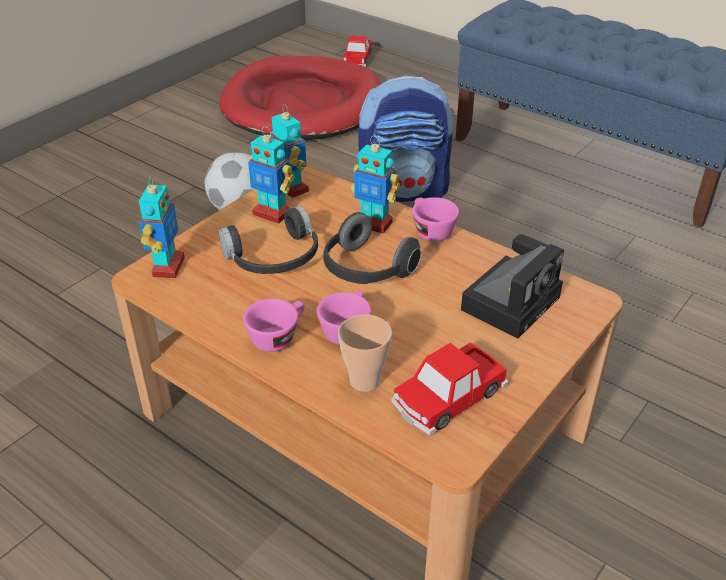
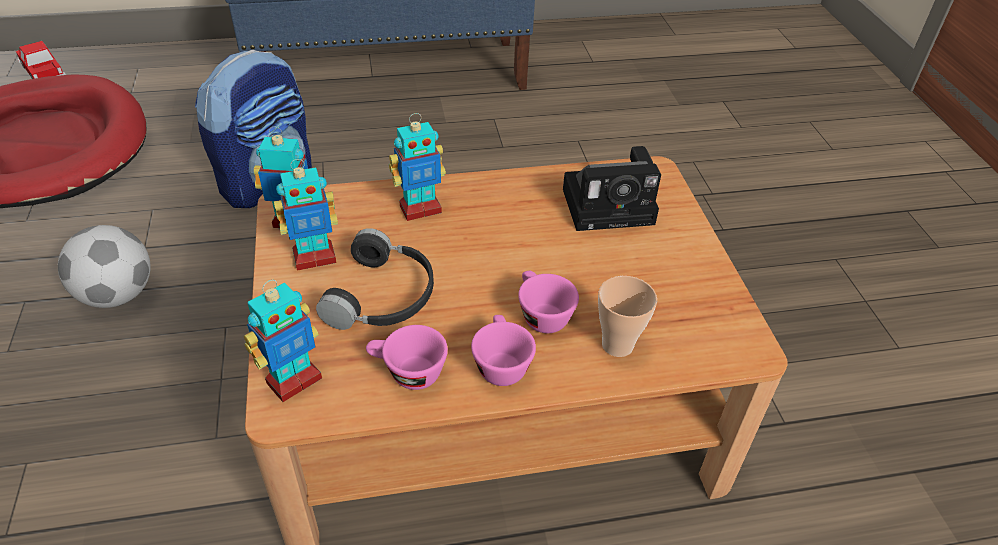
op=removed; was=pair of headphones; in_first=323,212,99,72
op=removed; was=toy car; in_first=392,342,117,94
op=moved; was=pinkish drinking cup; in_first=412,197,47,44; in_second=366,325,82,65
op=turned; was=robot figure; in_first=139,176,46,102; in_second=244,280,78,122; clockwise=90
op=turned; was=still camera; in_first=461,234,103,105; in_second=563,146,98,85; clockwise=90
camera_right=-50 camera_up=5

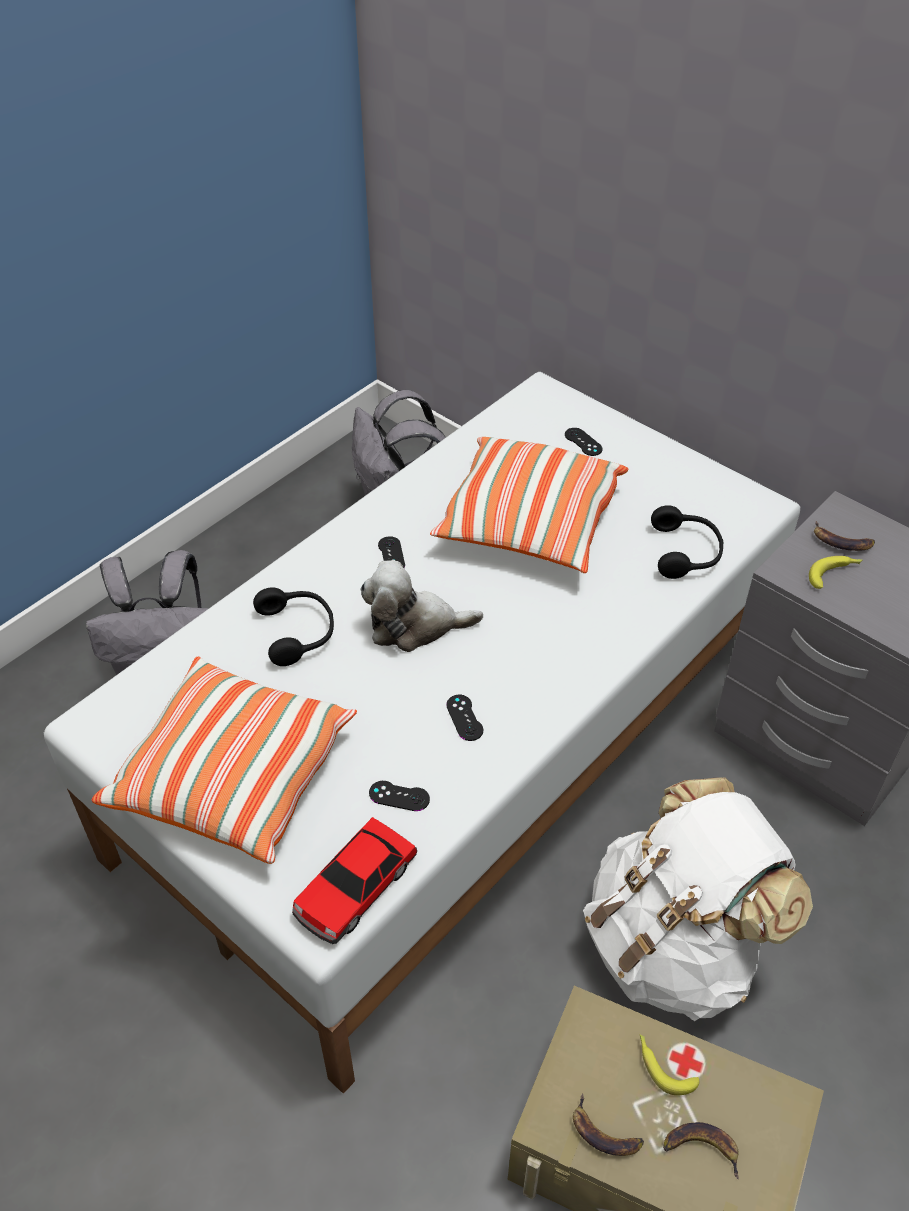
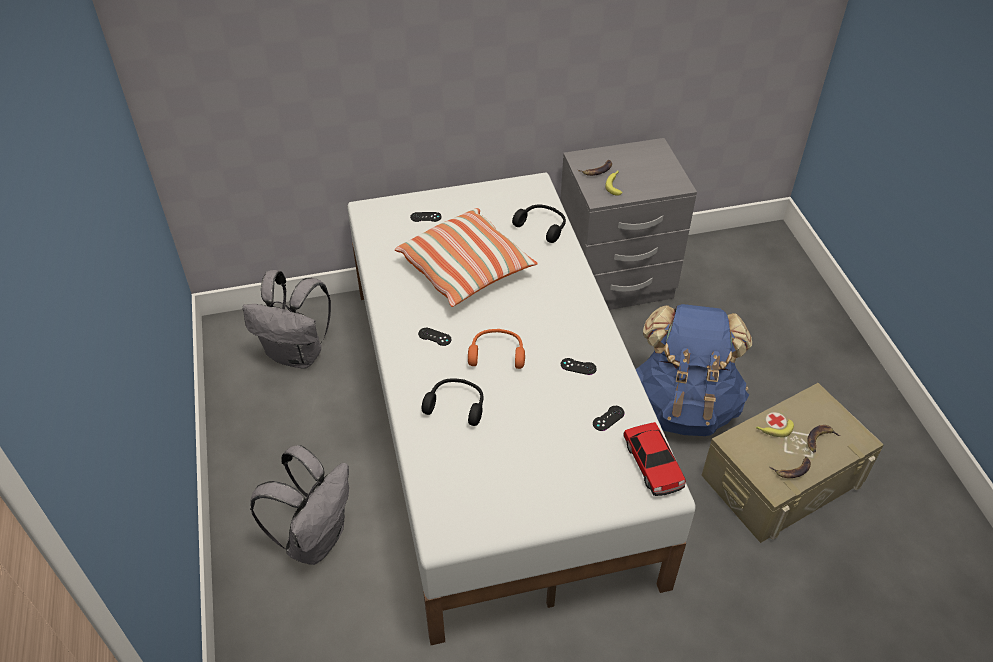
op=removed; was=cushion; in_first=91,657,266,207
op=replaced; was=plush toy; now=orange pair of headphones; in_first=361,560,122,92; in_second=468,329,57,40
op=recoloured; was=white-coloured knapsack; now=blue knapsack; in_first=583,778,230,243; in_second=636,304,116,132
camera_right=-55 camera_up=0

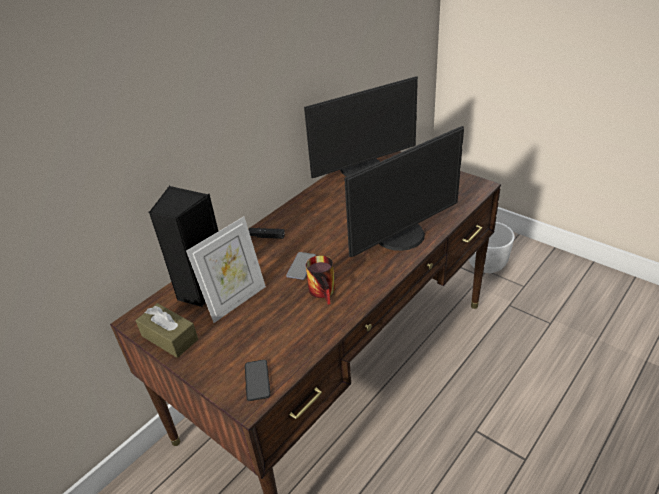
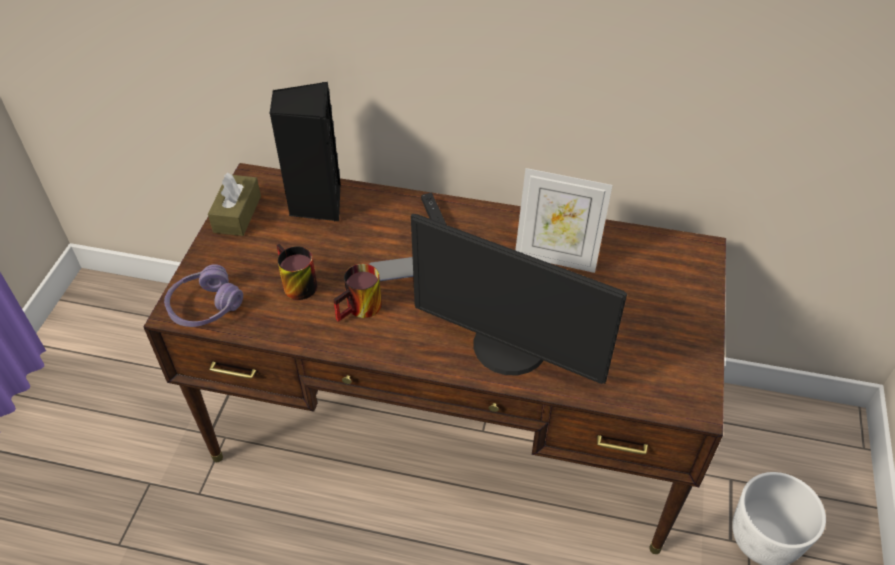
op=removed; was=computer screen; in_first=304,76,114,102
op=added; now=tea mug; in_second=277,244,40,56
op=moved; was=photo frame; in_first=186,217,80,106; in_second=515,168,98,105
op=replaced; was=handset; now=purplish pair of headphones; in_first=245,360,25,41; in_second=164,264,79,63
camera_right=60 camera_up=10

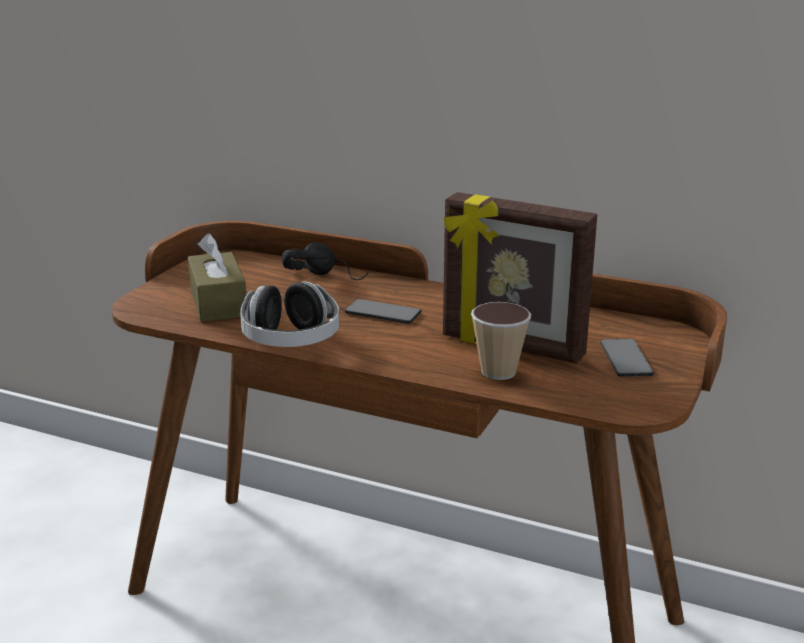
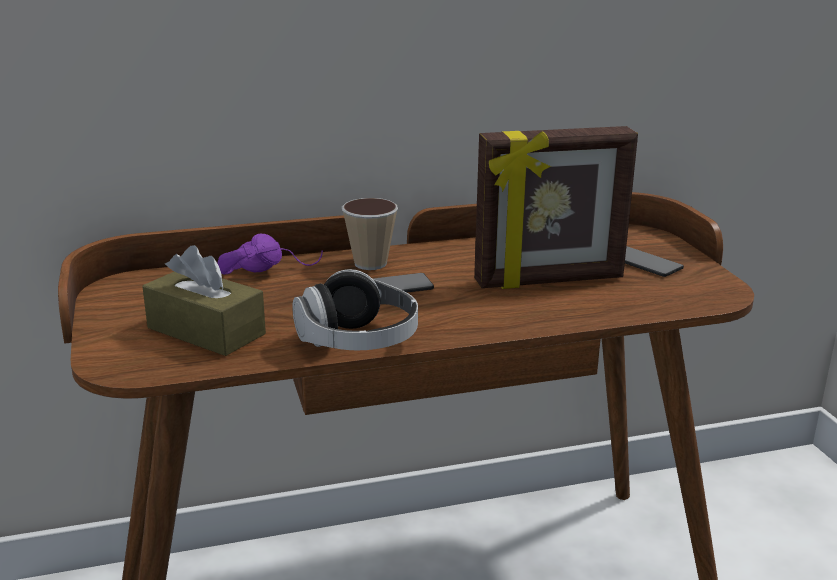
op=moved; was=drinking cup; in_first=471,302,60,78; in_second=342,198,56,72
op=recoloured; was=blackish pair of headphones; now=purplish pair of headphones; in_first=282,242,88,38; in_second=218,233,105,42
camera_right=-40 camera_up=0

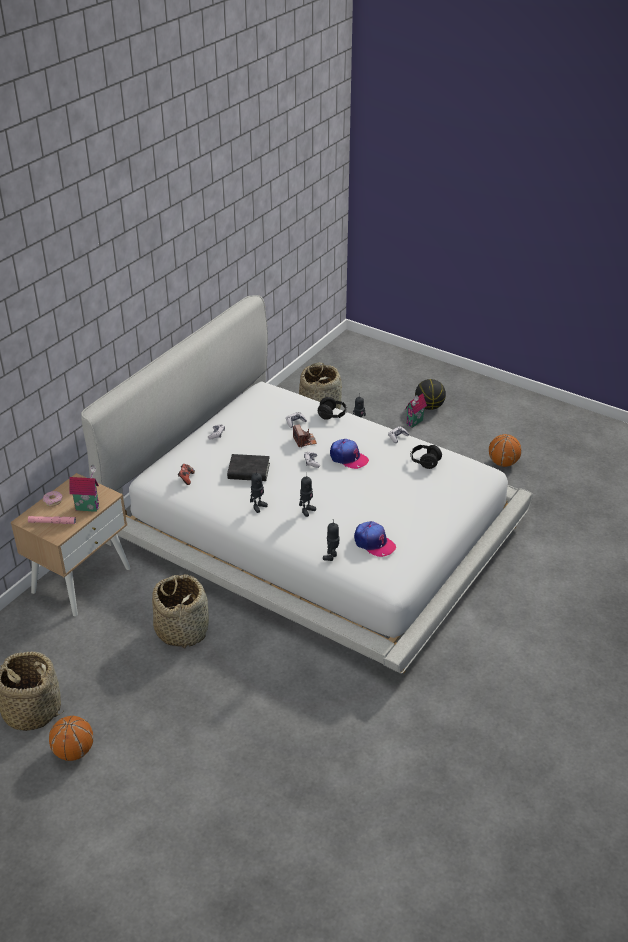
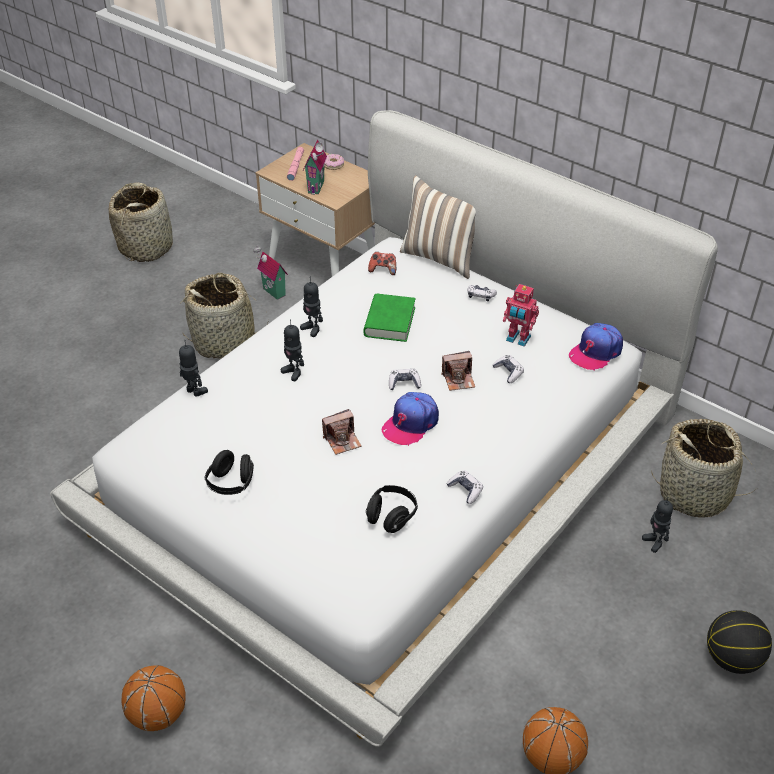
op=added; now=still camera; in_second=322,409,39,46
op=added; now=cushion; in_second=400,176,76,103
op=added; now=robot figure; in_second=503,284,36,63
op=moved; was=basketball ball; in_first=49,716,44,45; in_second=121,665,65,66
op=moved; was=blackish pair of headphones; in_first=318,397,29,23; in_second=205,450,49,45
op=moved; was=peaked cap; in_first=354,521,42,36; in_second=569,323,54,47
op=moved; was=miniature house; in_first=405,393,22,35; in_second=253,247,35,53
op=recoloured; was=blackish bound book; now=greenish bound book; in_first=227,454,43,27; in_second=364,294,52,48
camera_right=95 camera_up=5

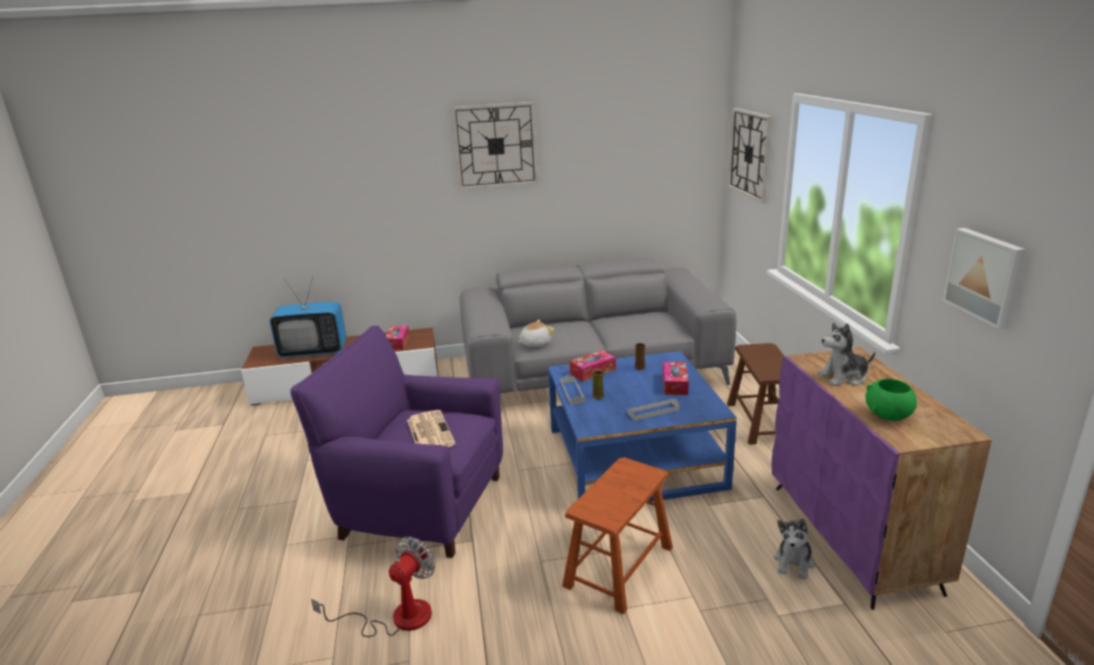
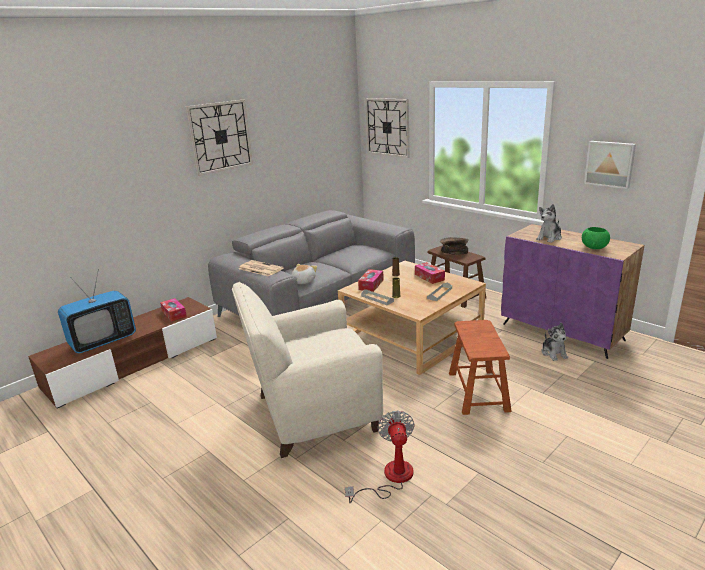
op=added; now=brown-coloured deep dish; in_second=439,237,30,18
op=moved; was=printed paper; in_first=407,410,49,37; in_second=239,260,45,16
op=recoloured; was=purplish lounge chair; now=beige lounge chair; in_first=290,325,213,233; in_second=232,282,151,176
op=recoloured; was=blue lounge table; now=beige lounge table; in_first=548,351,189,151; in_second=338,261,148,114
camera_right=-35 camera_up=0

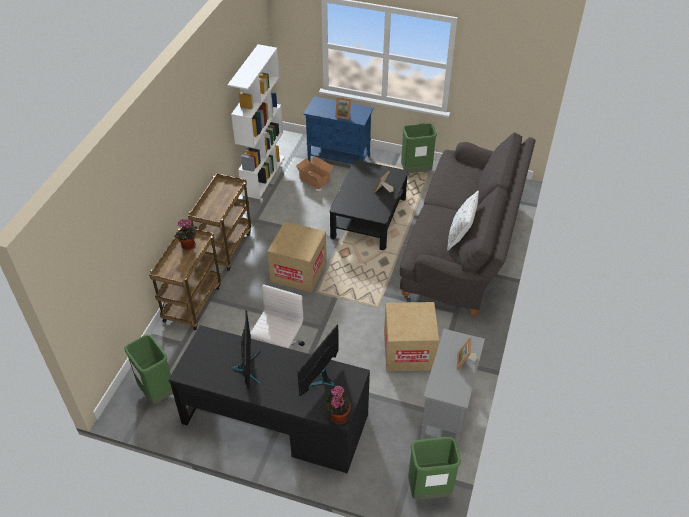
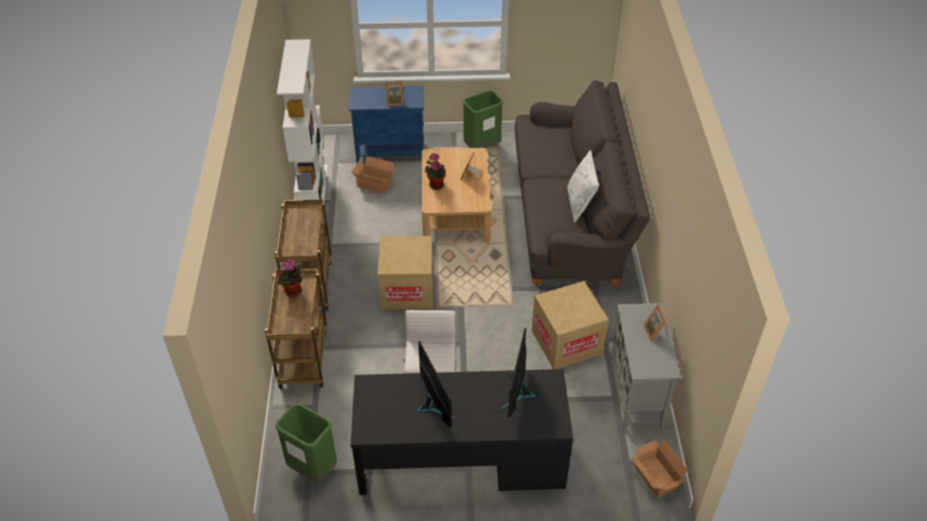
op=moved; was=plant in a pot; in_first=326,386,26,38; in_second=425,153,21,37
op=replaced; was=greenish waste bin; now=carton; in_first=408,437,53,63; in_second=630,440,58,57
op=recoloured; was=blackish lounge table; now=beige lounge table; in_first=330,160,78,90; in_second=421,148,70,95
camera_right=-20 camera_up=0

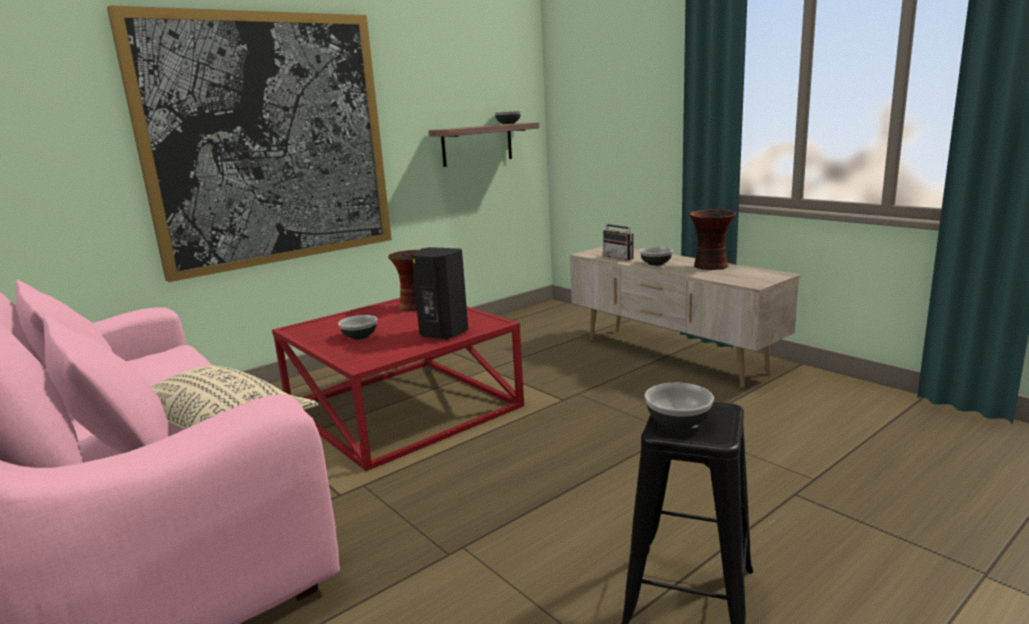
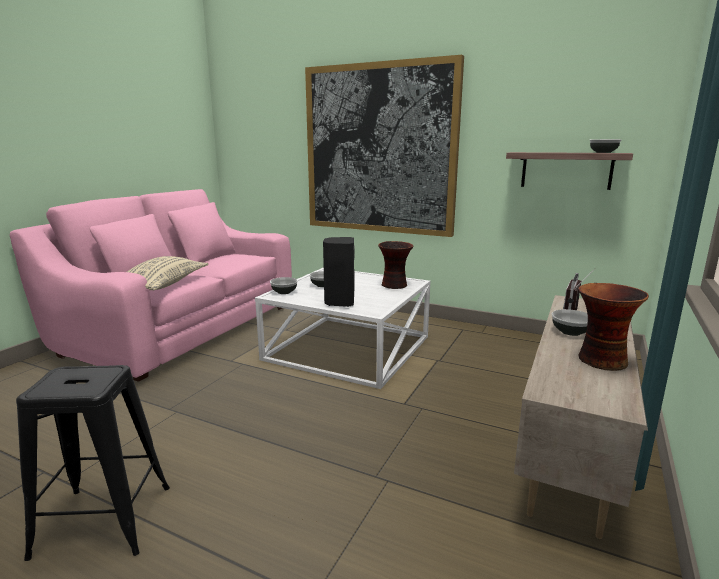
op=moved; was=deep dish; in_first=644,383,70,47; in_second=270,277,28,17
op=recoloured; was=red lounge table; now=white-coloured lounge table; in_first=272,298,252,173; in_second=255,267,176,122
camera_right=65 camera_up=0

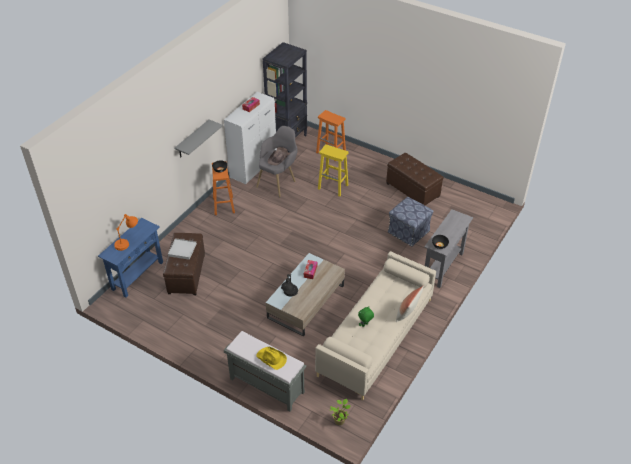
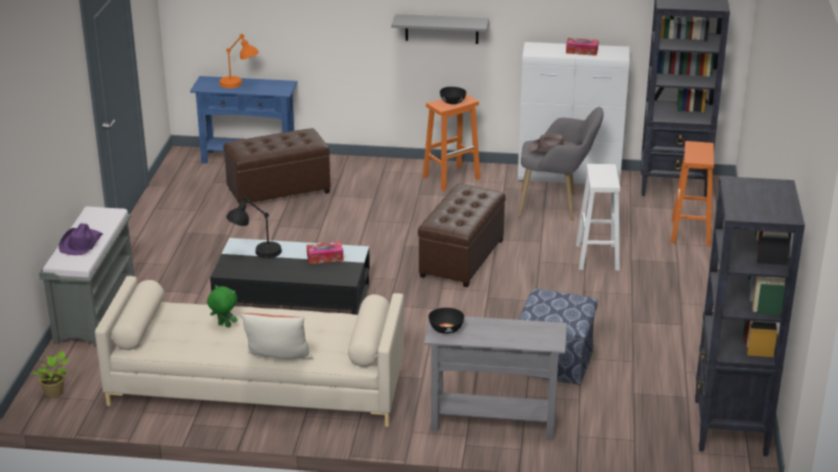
op=removed; was=white-coloured tray; in_first=168,238,29,22
op=added; now=blackish bookcase; in_second=695,176,110,280
op=moved; was=brown-coloured pouffe; in_first=386,153,57,52; in_second=418,184,88,104
op=recoloured; was=yellow-coloured clothing hat; now=purplish clothing hat; in_first=256,347,31,23; in_second=59,223,44,32
op=recoloured; was=beige lounge table; now=blackish lounge table; in_first=266,253,79,84; in_second=210,238,160,77
op=recoloured; was=yellow-coloured stool; now=white-coloured stool; in_first=318,144,31,53; in_second=576,164,44,107
camera_right=65 camera_up=-15

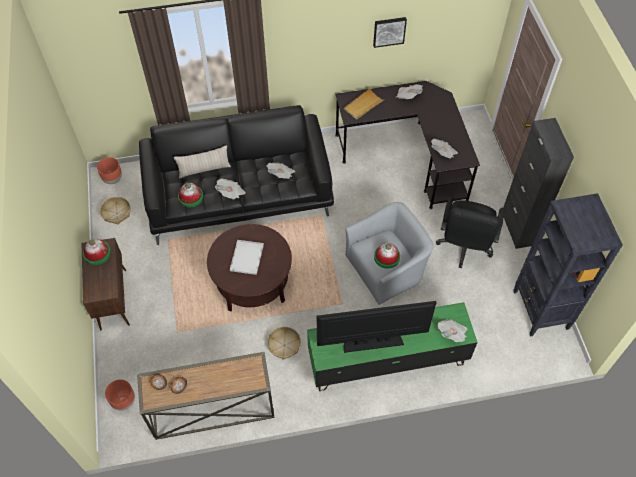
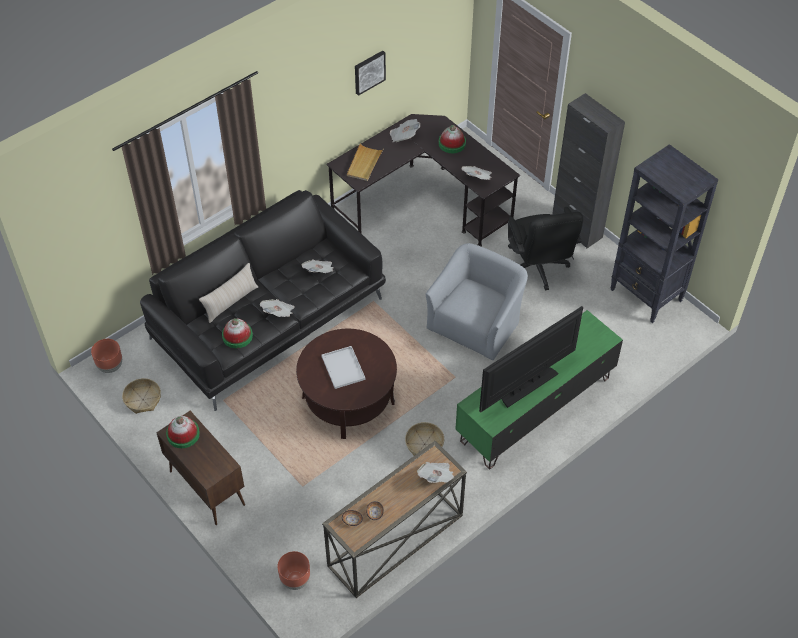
op=moved; was=clothing hat; in_first=374,243,26,26; in_second=439,125,27,28
op=moved; was=printed paper; in_first=437,319,30,23; in_second=417,462,37,21
camera_right=-30 camera_up=-5

